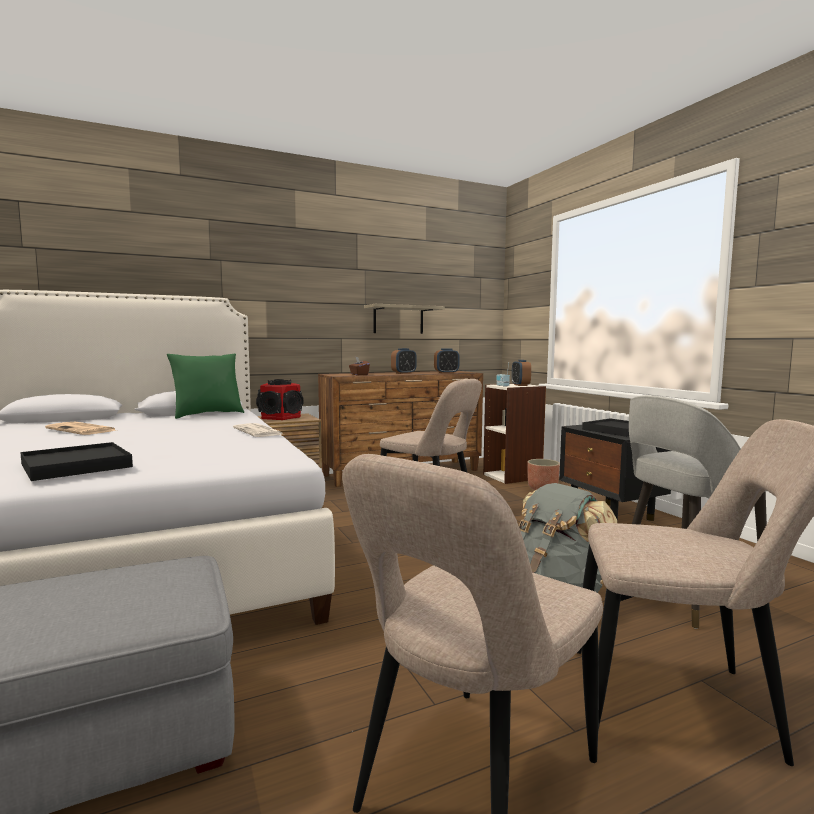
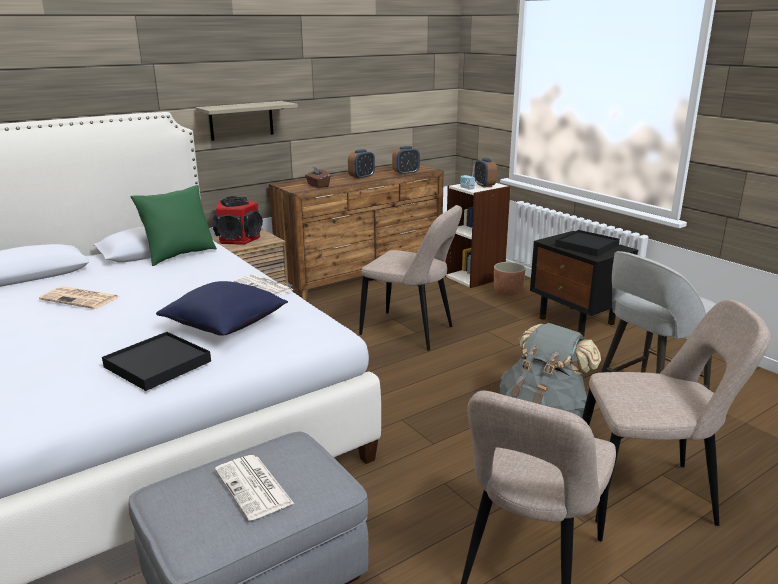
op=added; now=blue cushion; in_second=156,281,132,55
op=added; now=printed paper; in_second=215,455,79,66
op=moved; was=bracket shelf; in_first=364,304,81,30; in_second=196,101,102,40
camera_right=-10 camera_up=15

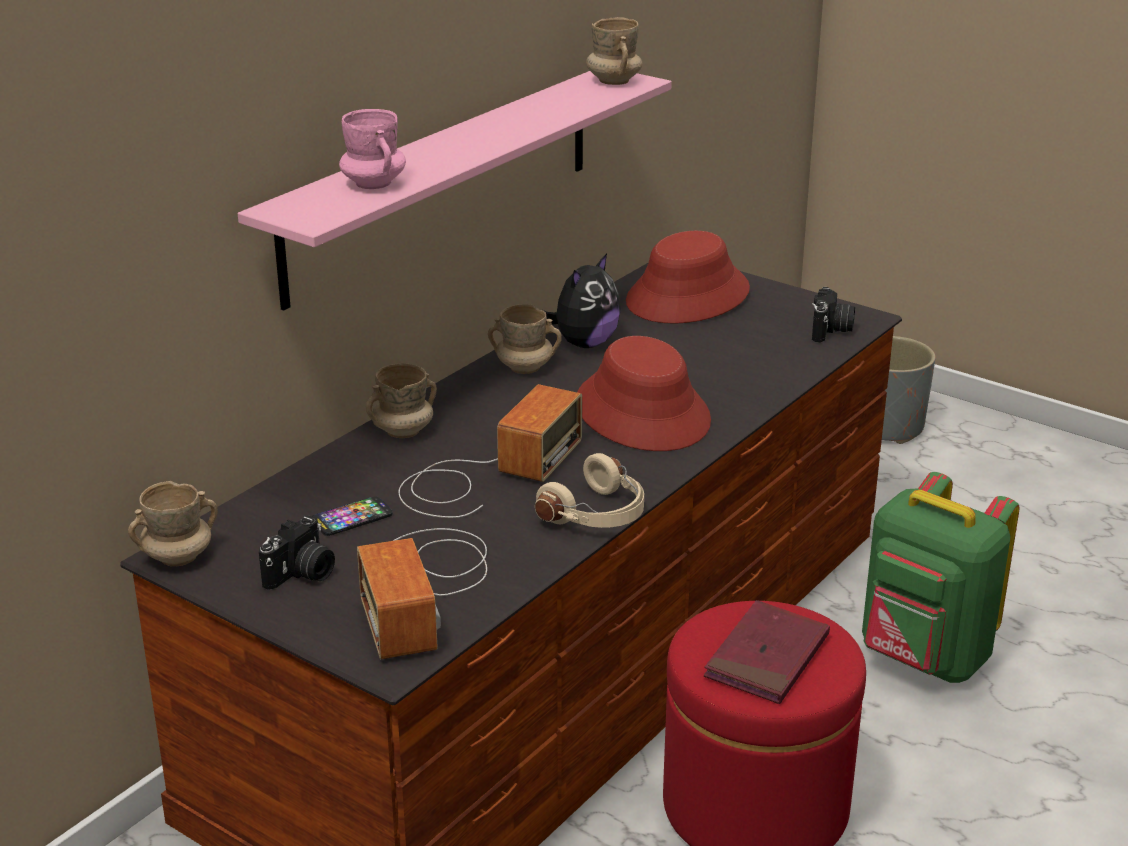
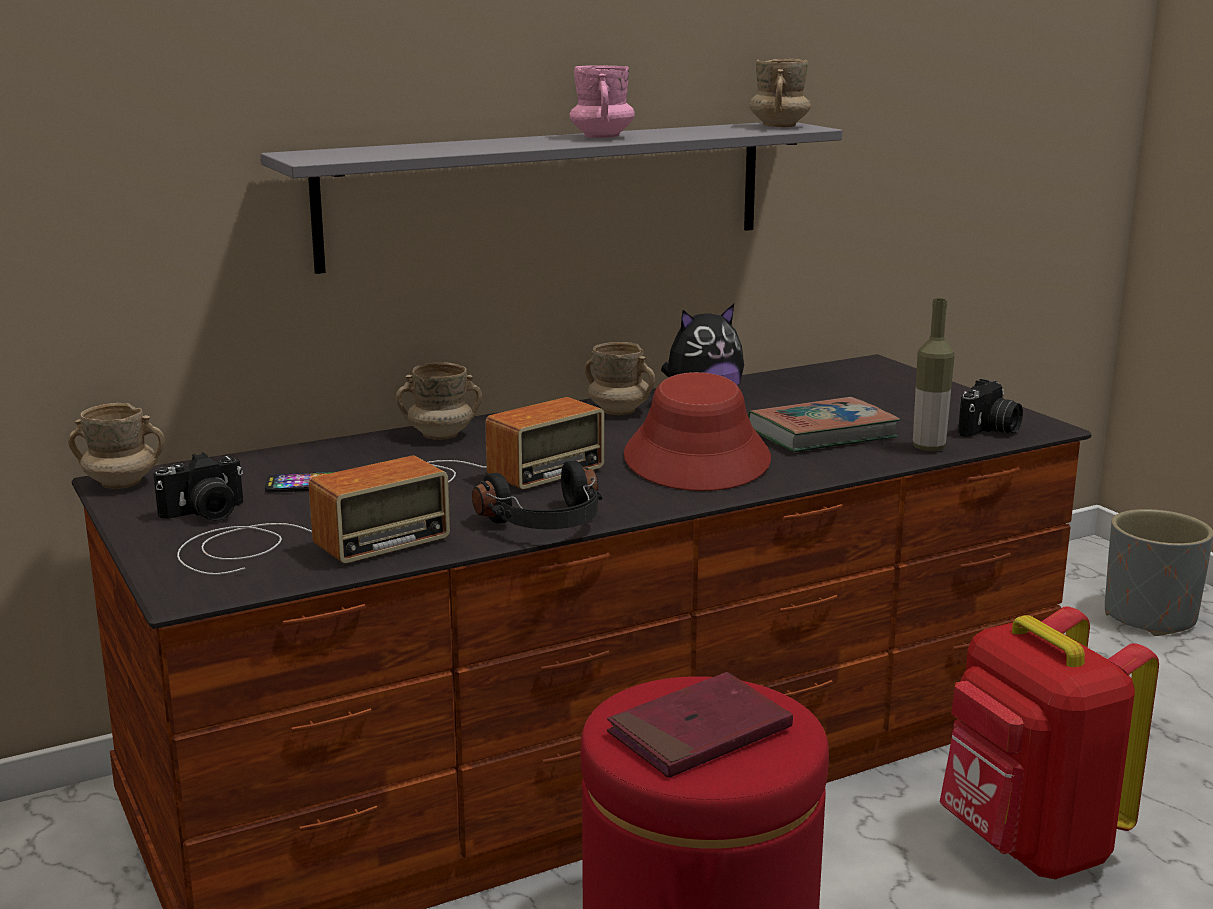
op=removed; was=red clothing hat; in_first=626,231,124,93
op=added; now=bound book; in_second=748,397,152,55
op=added; now=drink bottle; in_second=913,298,42,153
op=moved; was=pinkish tea mug; in_first=339,109,67,80; in_second=569,66,66,72
op=recoloured; was=pinkish bracket shelf; now=grey bracket shelf; in_first=238,71,434,240; in_second=261,122,581,152
op=recoloured; was=beige pair of headphones; now=blackish pair of headphones; in_first=535,453,109,75; in_second=472,461,131,68
op=recoloured; was=greenish knapsack; now=red knapsack; in_first=862,472,157,211; in_second=940,607,219,272
op=turned; was=radio; in_first=357,528,130,131; in_second=177,456,273,119; clockwise=-135
camera_right=25 camera_up=-10

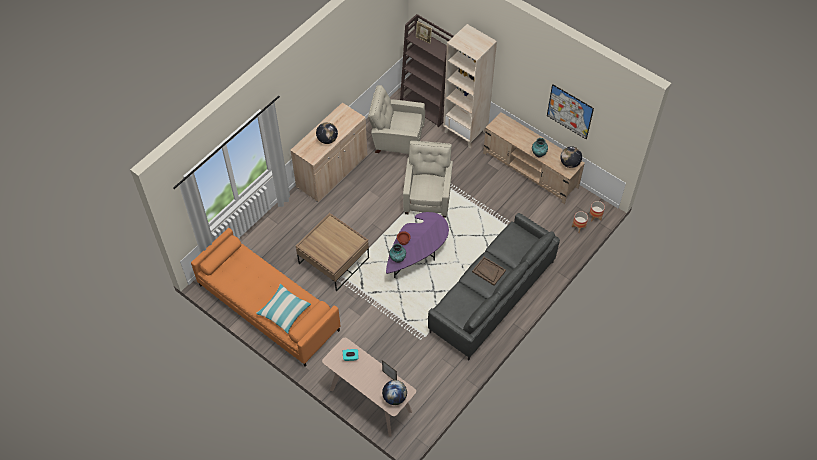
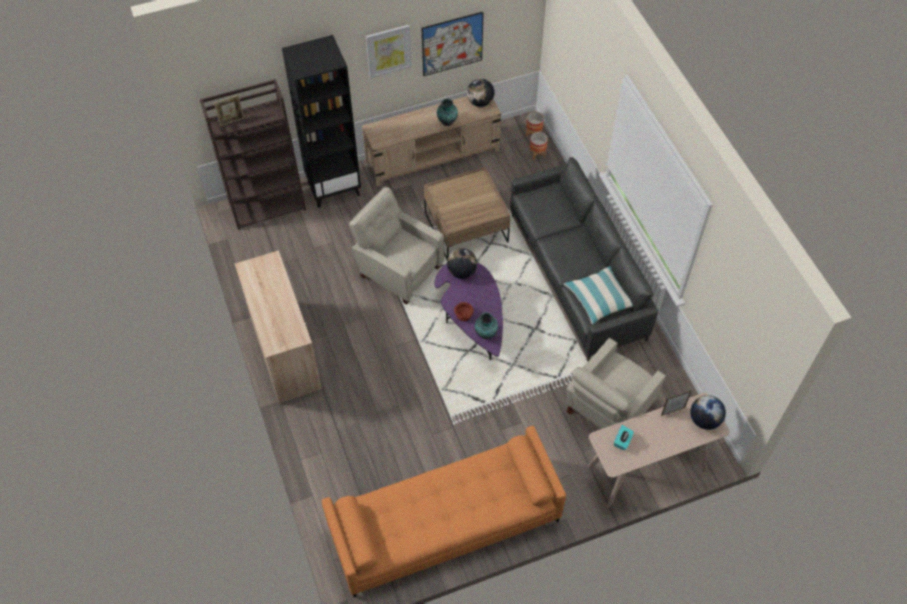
op=removed; was=brown-coloured tray; in_first=472,257,34,29
op=added; now=wall picture; in_second=366,25,46,53
op=moved; was=cushion; in_first=256,284,55,49; in_second=563,266,70,59
op=moved; was=brown-coloured lounge table; in_first=296,213,73,78; in_second=424,167,87,92
op=moved; was=desk globe; in_first=316,122,22,22; in_second=447,248,30,31
op=moved; was=beige lounge chair; in_first=368,85,57,69; in_second=566,338,100,91
op=recoloured; was=beige bookcase; now=blackish bookcase; in_first=443,24,54,124; in_second=282,35,79,173
camera_right=-60 camera_up=0

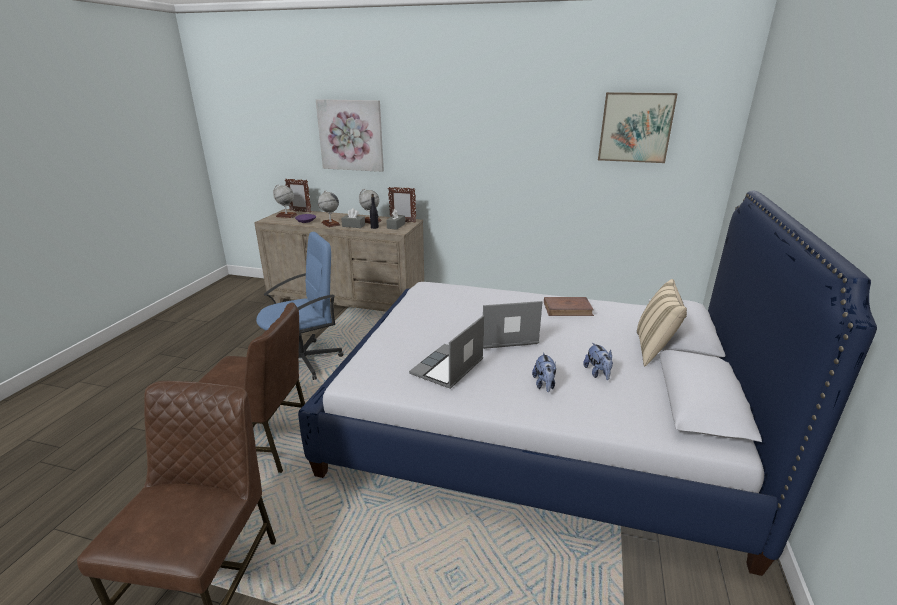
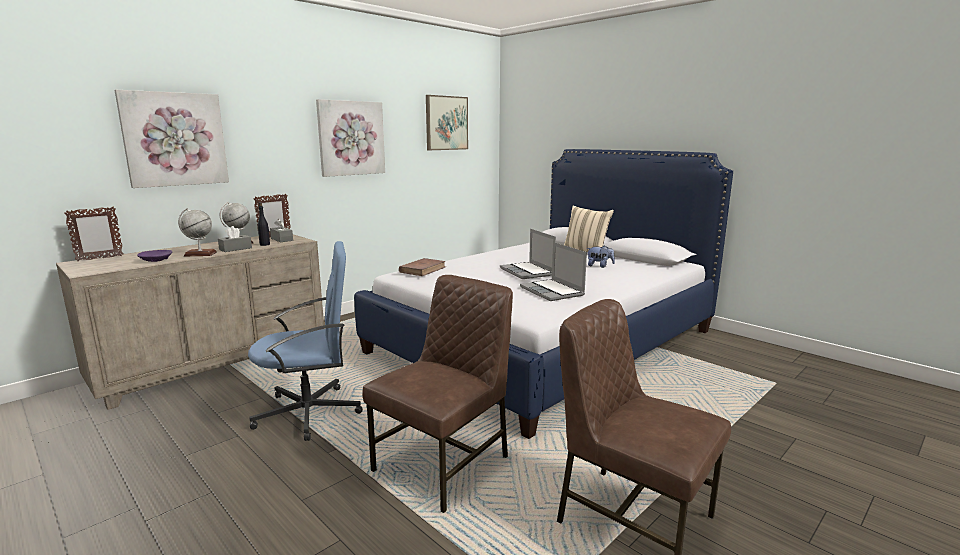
op=removed; was=desk globe; in_first=273,184,24,34
op=removed; was=plush toy; in_first=532,352,24,40
op=added; now=wall picture; in_second=316,99,69,78
op=moved; was=brown-coloured bound book; in_first=544,297,50,19; in_second=399,258,48,18
op=turned; was=blue desk chair; in_first=256,232,87,148; in_second=248,241,115,200; clockwise=75
op=turned; was=notebook computer; in_first=483,301,60,48; in_second=500,229,56,50; clockwise=-45
camera_right=-60 camera_up=-10

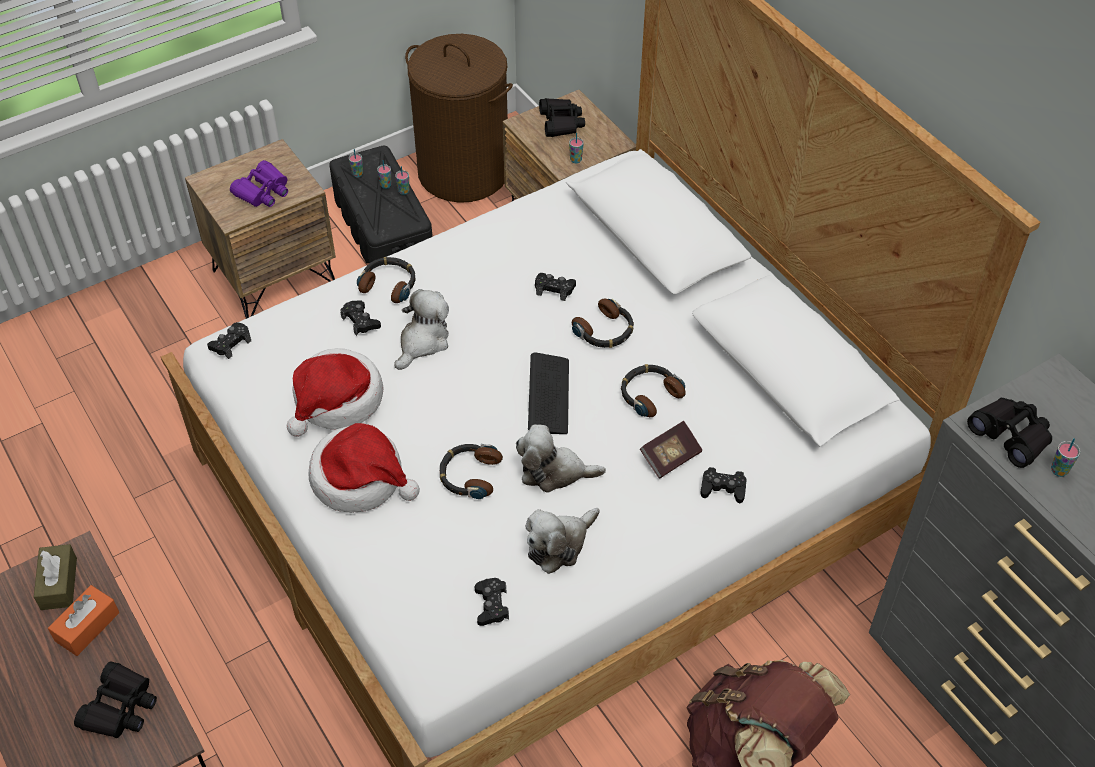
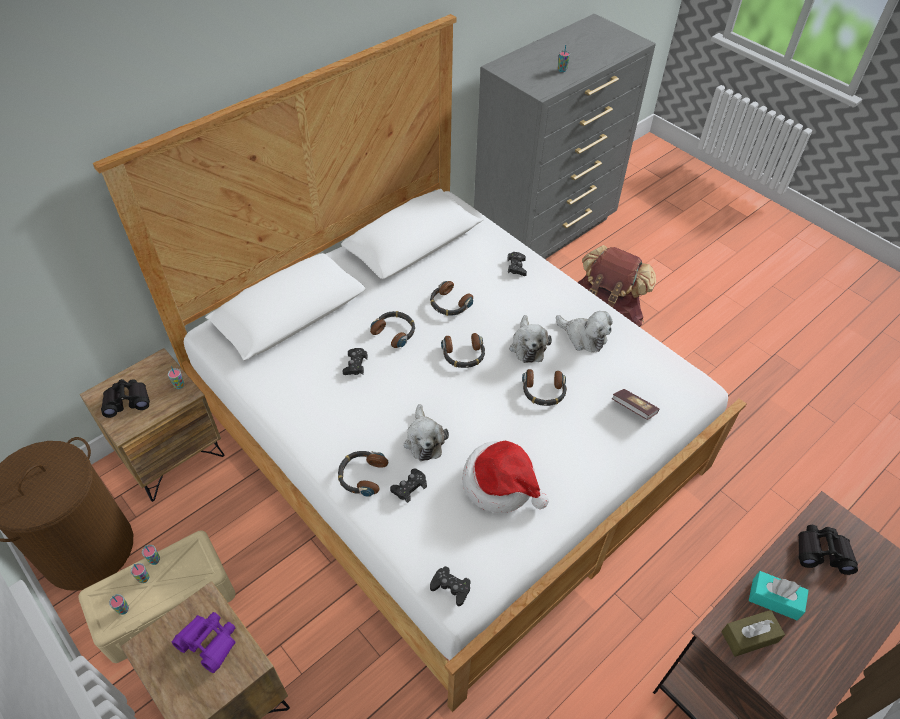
op=removed; was=clothing hat; in_first=309,423,111,90
op=removed; was=blackish gamepad; in_first=475,578,34,48
op=removed; was=blackish field glasses; in_first=967,398,85,70
op=moved; was=bound book; in_first=640,421,62,58; in_second=612,389,48,31
op=replaced; was=computer keyboard; now=pair of headphones; in_first=528,352,41,82; in_second=441,333,44,35
op=recoloured; was=orange tissue holder; now=turquoise-coloured tissue holder; in_first=48,585,71,71; in_second=749,571,60,49
op=recoloured; was=blackish storage container; now=beige storage container; in_first=329,146,104,118; in_second=78,530,157,133
op=turned; was=plush toy; in_first=394,289,55,81; in_second=404,404,45,57; clockwise=-120
camera_right=-100 camera_up=0

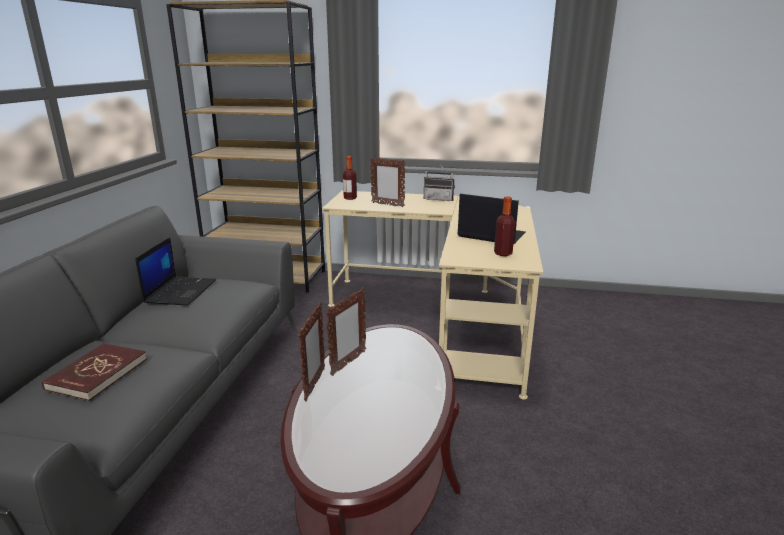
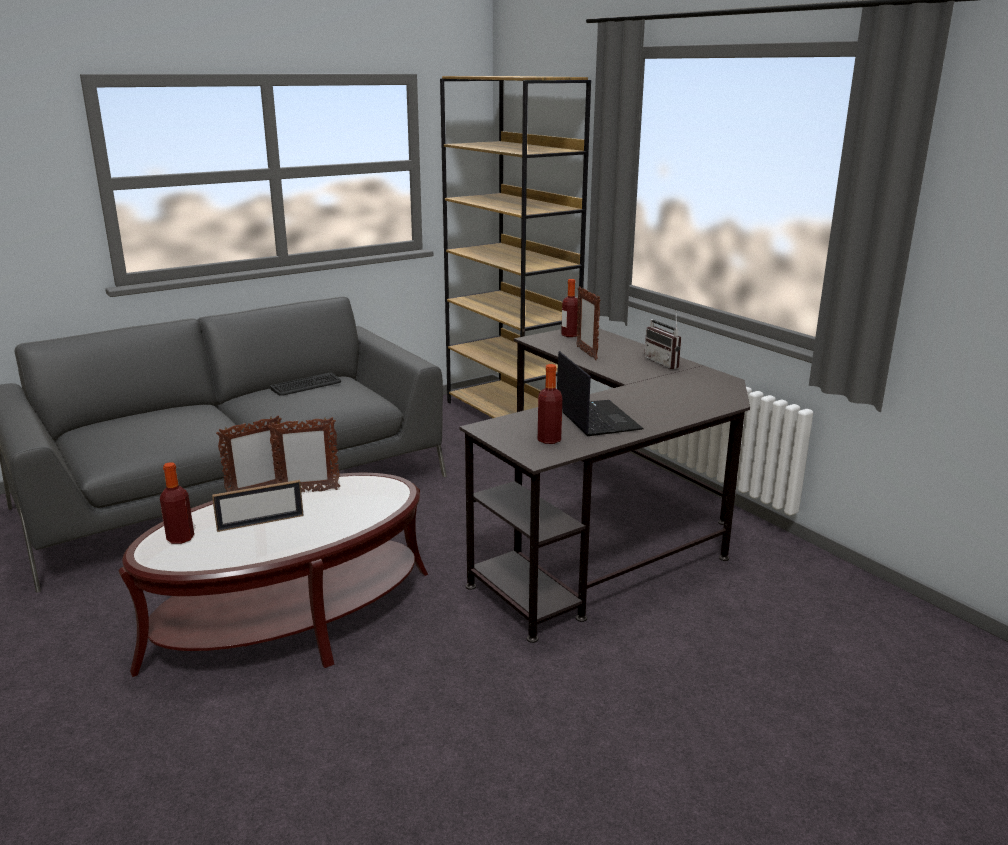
op=removed; was=red bound book; in_first=42,343,105,58
op=added; now=drink bottle; in_second=160,462,34,82
op=added; now=photo frame; in_second=212,480,92,52
op=replaced; was=notebook computer; now=computer keyboard; in_first=135,237,81,68; in_second=270,372,71,24
op=recoloured; was=beige desk table; now=blackish desk table; in_first=322,191,221,209; in_second=459,328,291,315
camera_right=45 camera_up=0

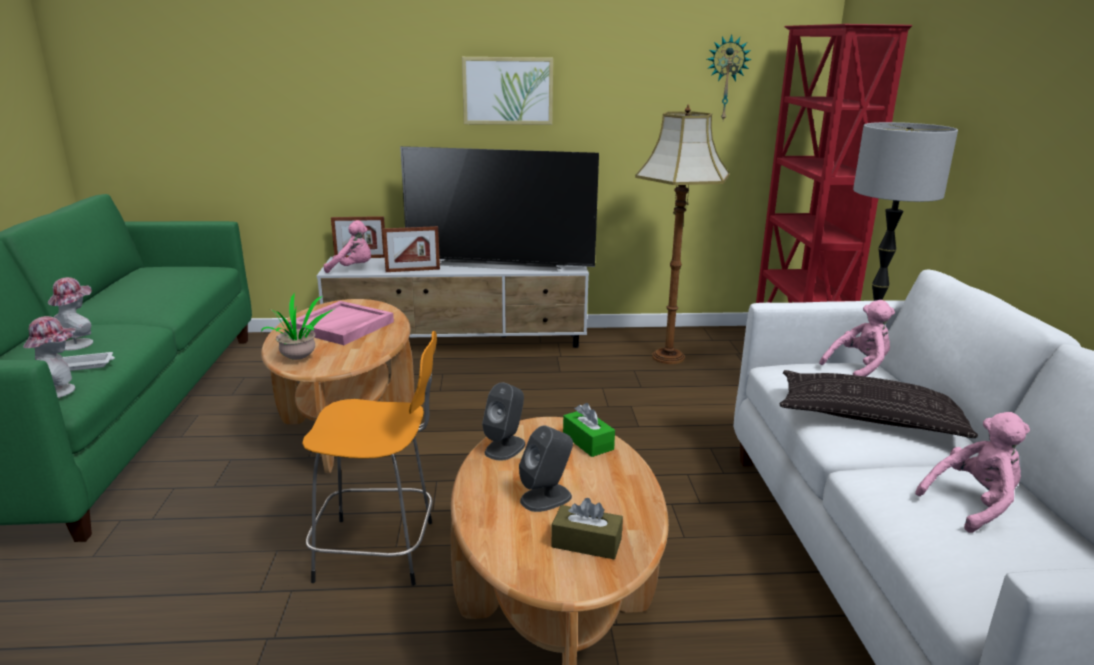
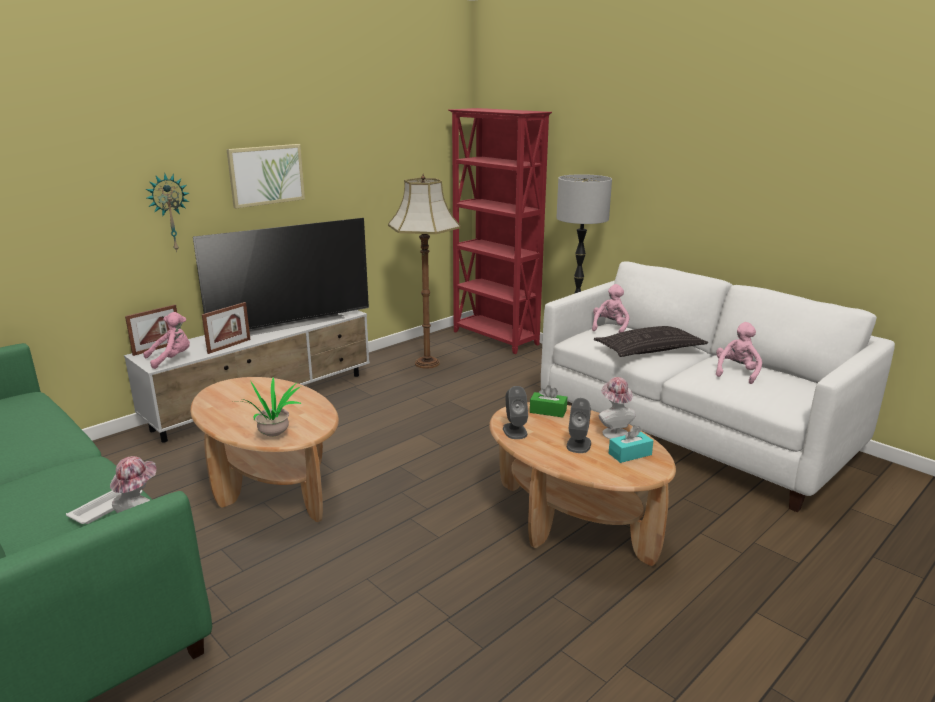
op=removed; was=pinkish tray; in_first=288,301,106,44
op=removed; was=orange stool; in_first=302,331,135,255
op=moved; was=clothing hat; in_first=48,277,45,74; in_second=599,377,37,62
op=moved; was=wall clock; in_first=707,34,45,86; in_second=146,174,43,78
op=recoloured; was=brown-coloured tissue holder; now=turquoise-coloured tissue holder; in_first=551,498,72,61; in_second=609,426,44,37
camera_right=-40 camera_up=0

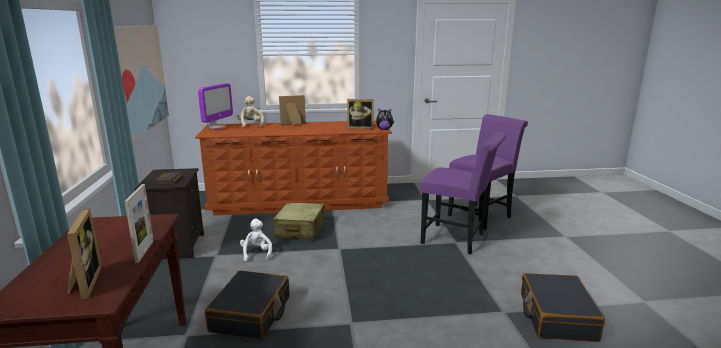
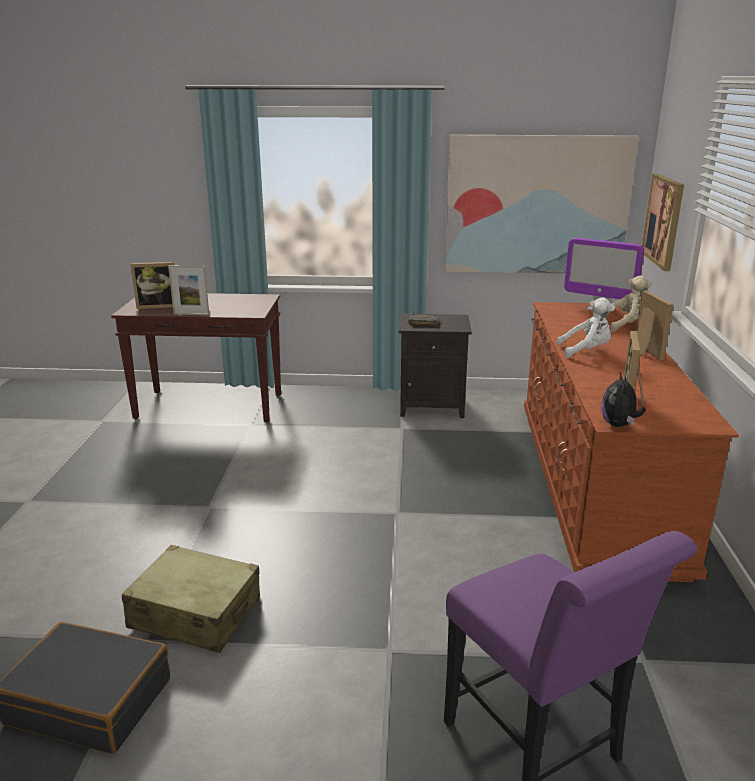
op=removed; was=blackish travel case; in_first=205,270,85,70
op=removed; was=purplish upright chair; in_first=421,132,85,122
op=added; now=wall picture; in_second=642,174,42,97
op=moved; was=white-coloured plush toy; in_first=240,219,32,42; in_second=556,298,59,60
op=moved; was=beige travel case; in_first=273,202,52,38; in_second=122,545,138,108
camera_right=100 camera_up=5

